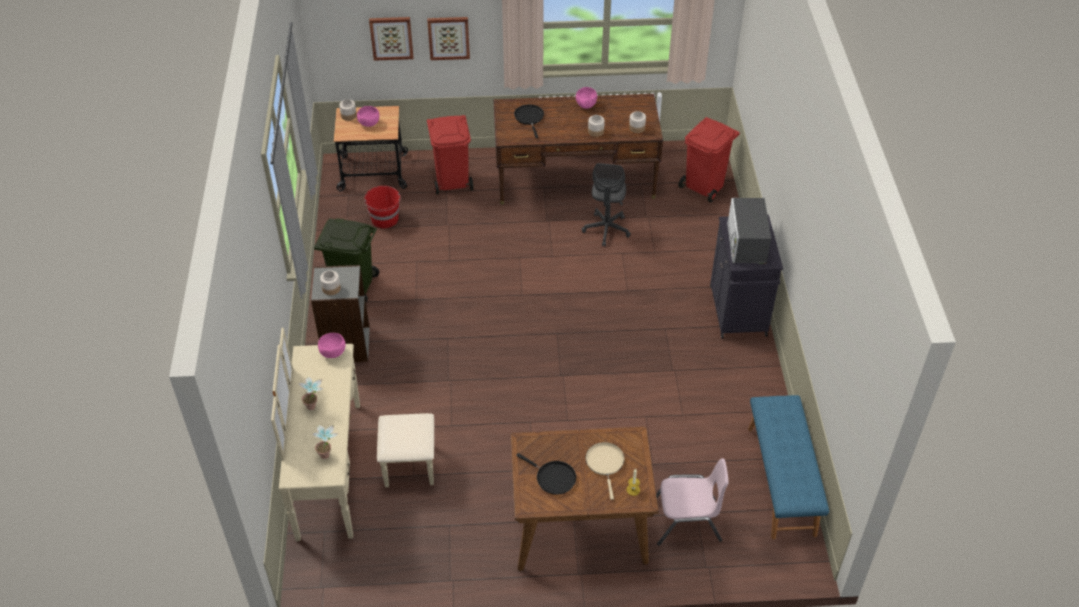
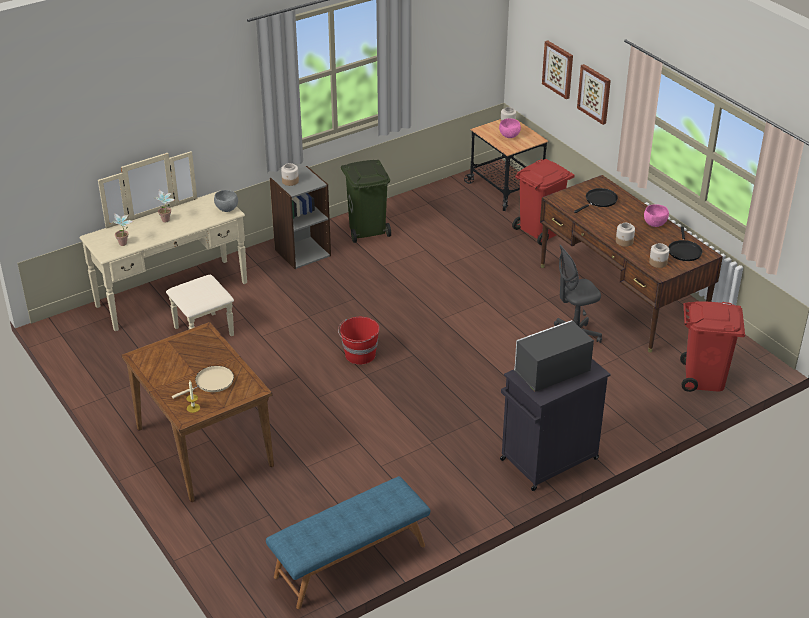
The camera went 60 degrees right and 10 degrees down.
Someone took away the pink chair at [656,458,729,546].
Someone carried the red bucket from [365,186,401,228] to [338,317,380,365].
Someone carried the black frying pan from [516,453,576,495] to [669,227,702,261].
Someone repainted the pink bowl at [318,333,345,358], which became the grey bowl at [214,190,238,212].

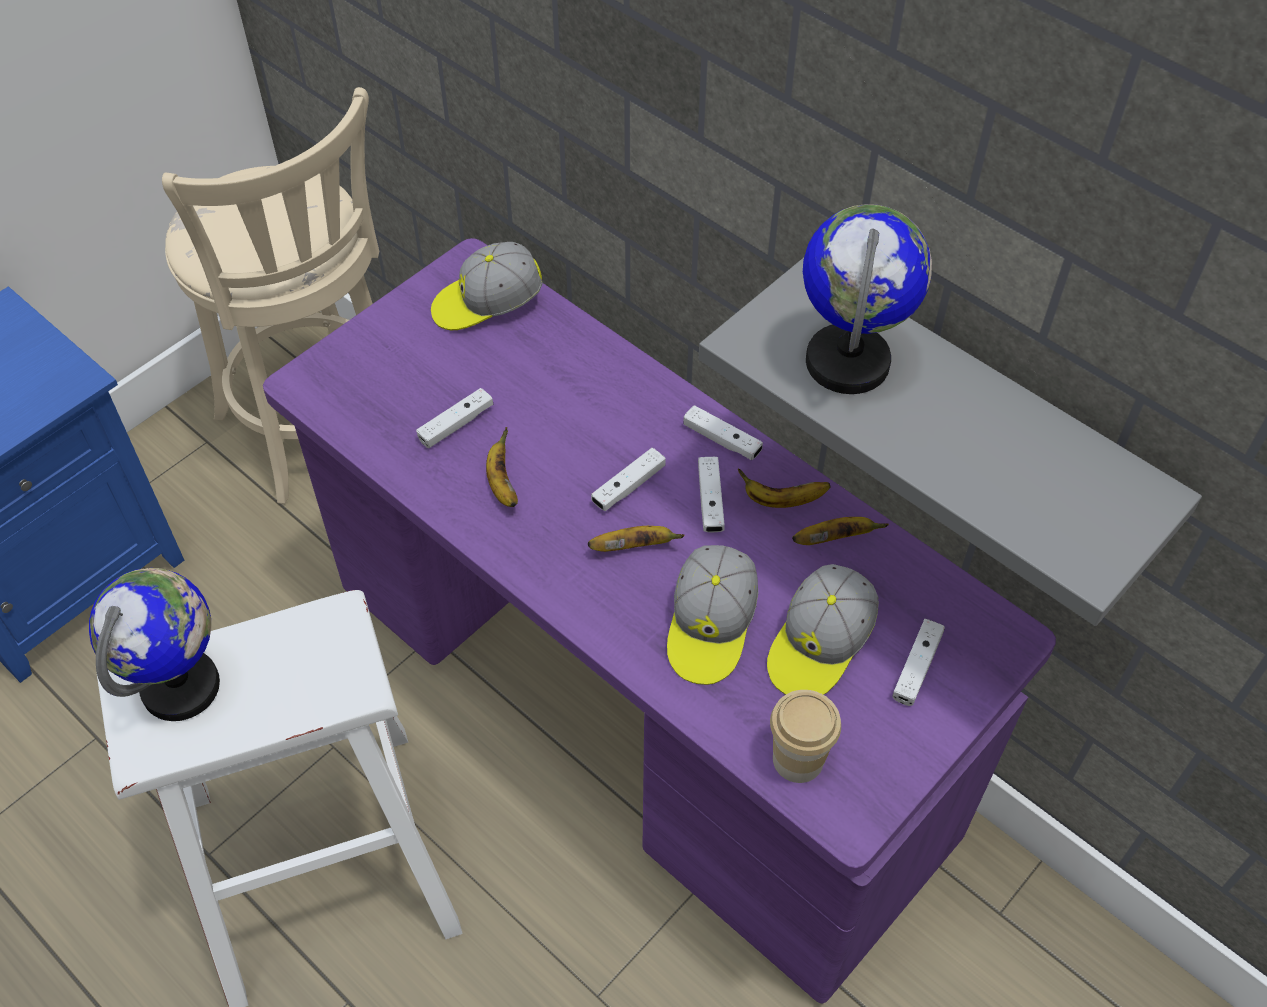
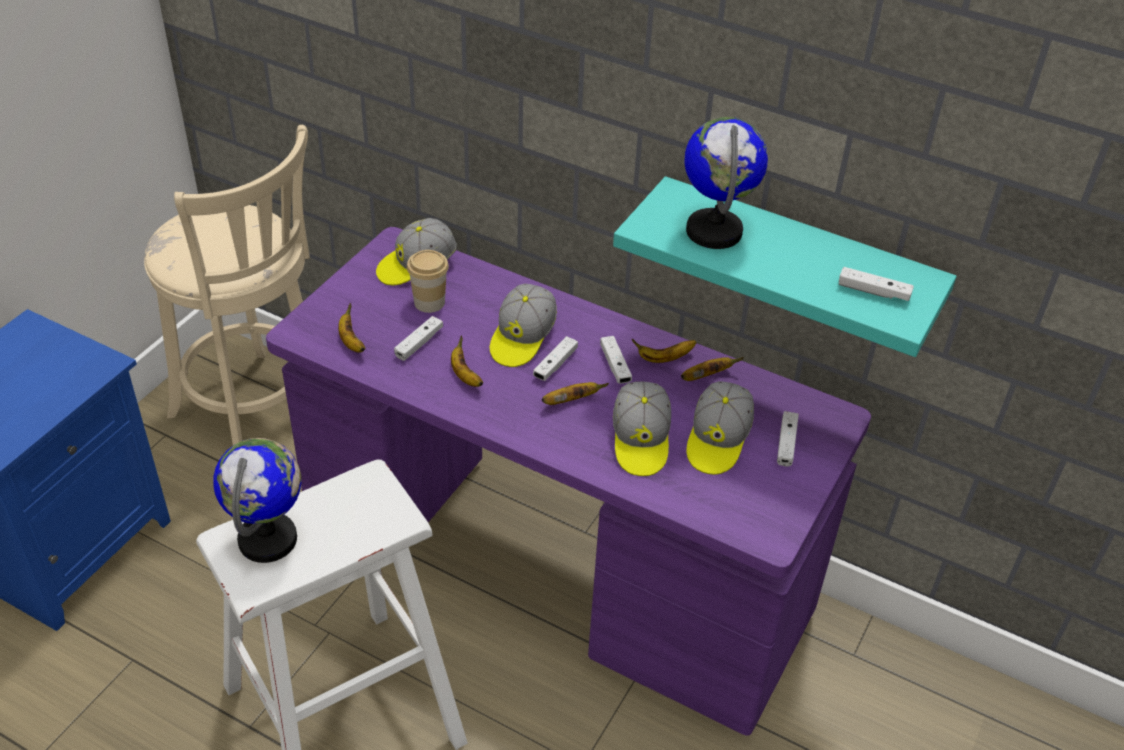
The camera went 15 degrees left and 10 degrees down.
Someone put down the banana at [338,303,365,353].
Someone put down the cap at [490,284,557,367].
Someone carried the white game controller from [683,405,763,460] to [839,267,914,301].
Someone carried the cup from [770,690,841,783] to [407,250,449,313].
Someone repainted the grey shelf at [699,258,1202,626], which became the turquoise shelf at [613,176,957,357].

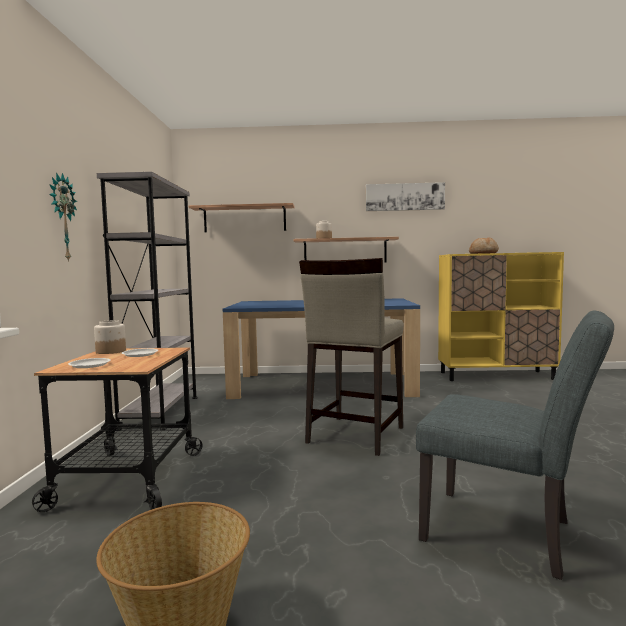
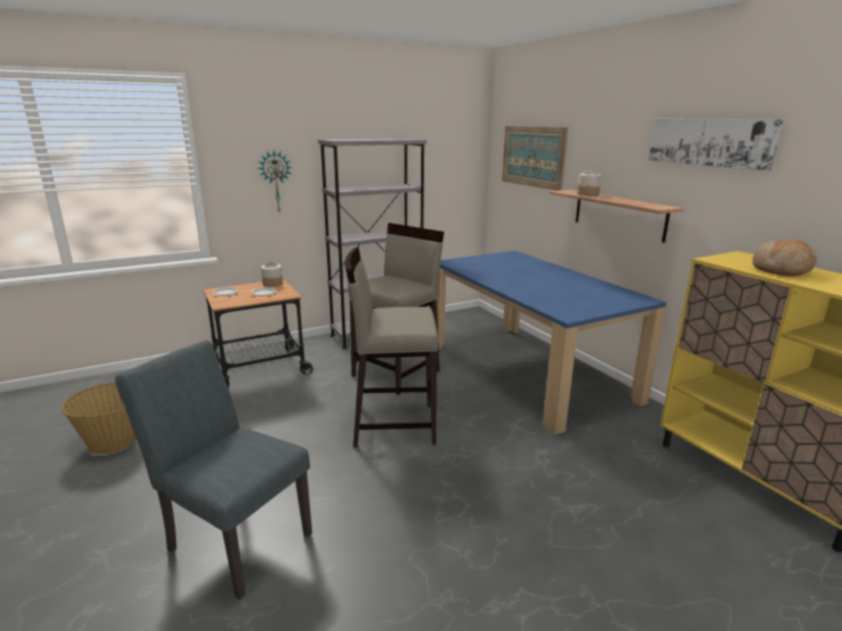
The camera went 60 degrees right and 15 degrees up.
Someone put down the beige stool at [348,223,444,395].
Someone swapped the shelf at [188,203,295,232] for the picture at [502,126,568,191].
Someone rotated the grey chair at [416,311,614,580] by 120 degrees clockwise.

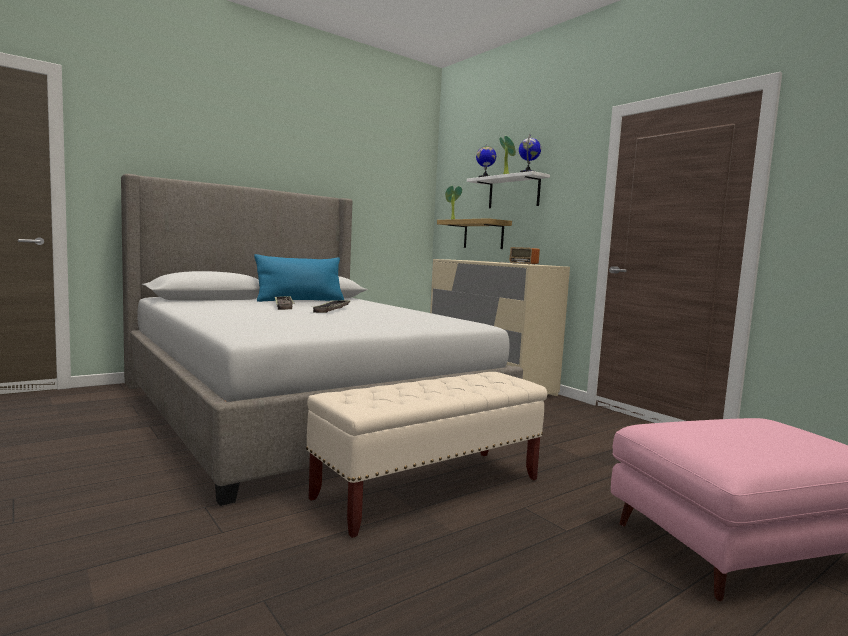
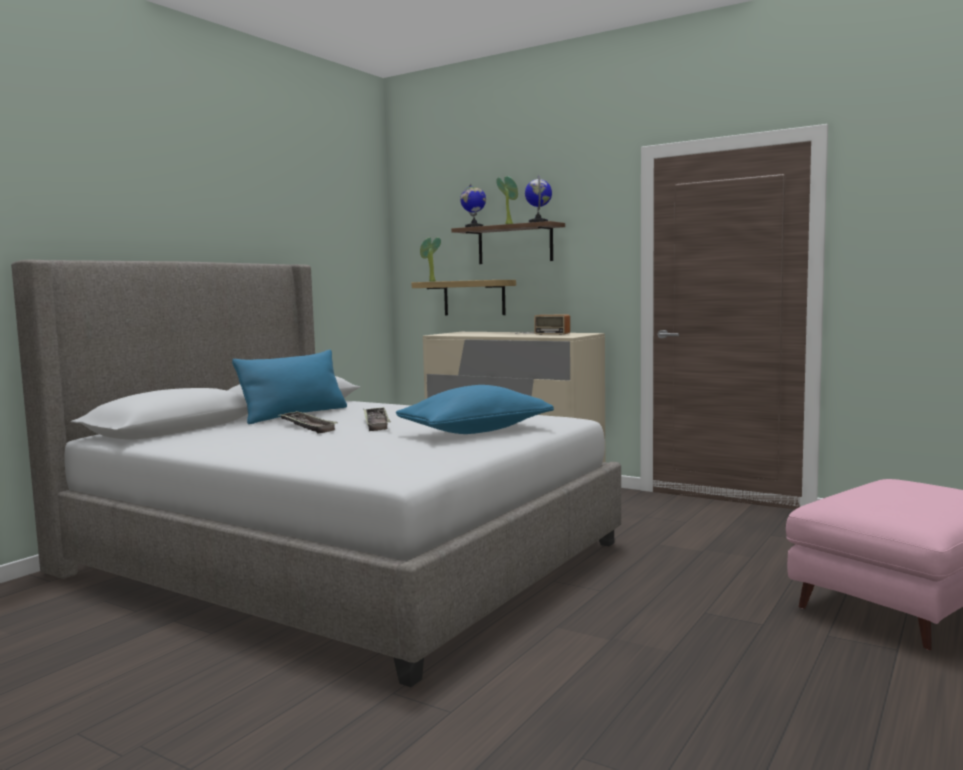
The camera went 20 degrees left and 0 degrees up.
Someone took away the beige bench at [306,372,547,538].
Someone put down the blue pillow at [396,385,554,434].
Someone repainted the white shelf at [467,171,550,208], which became the brown shelf at [451,221,565,264].

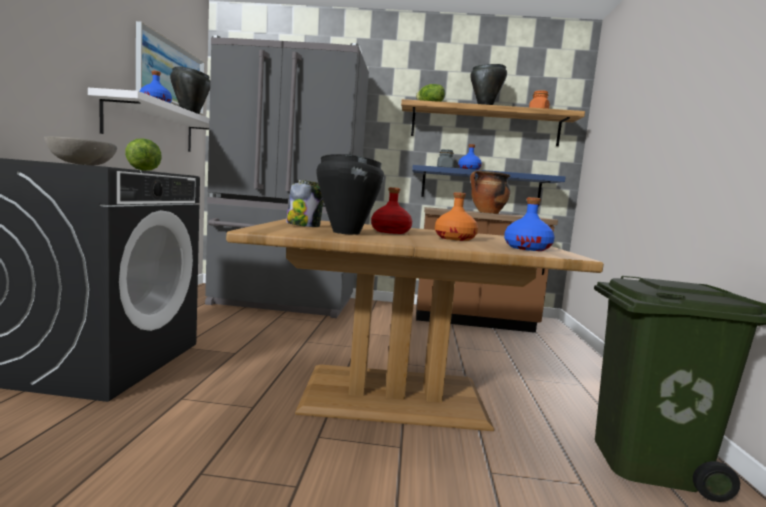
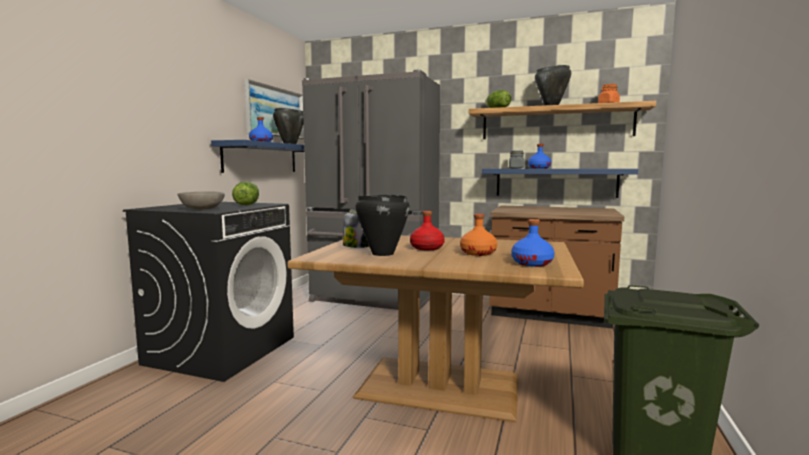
The camera went 15 degrees right and 0 degrees up.
Someone took away the cooking pot at [470,171,510,214].
Someone repainted the white shelf at [88,88,209,152], which became the blue shelf at [211,140,304,173].

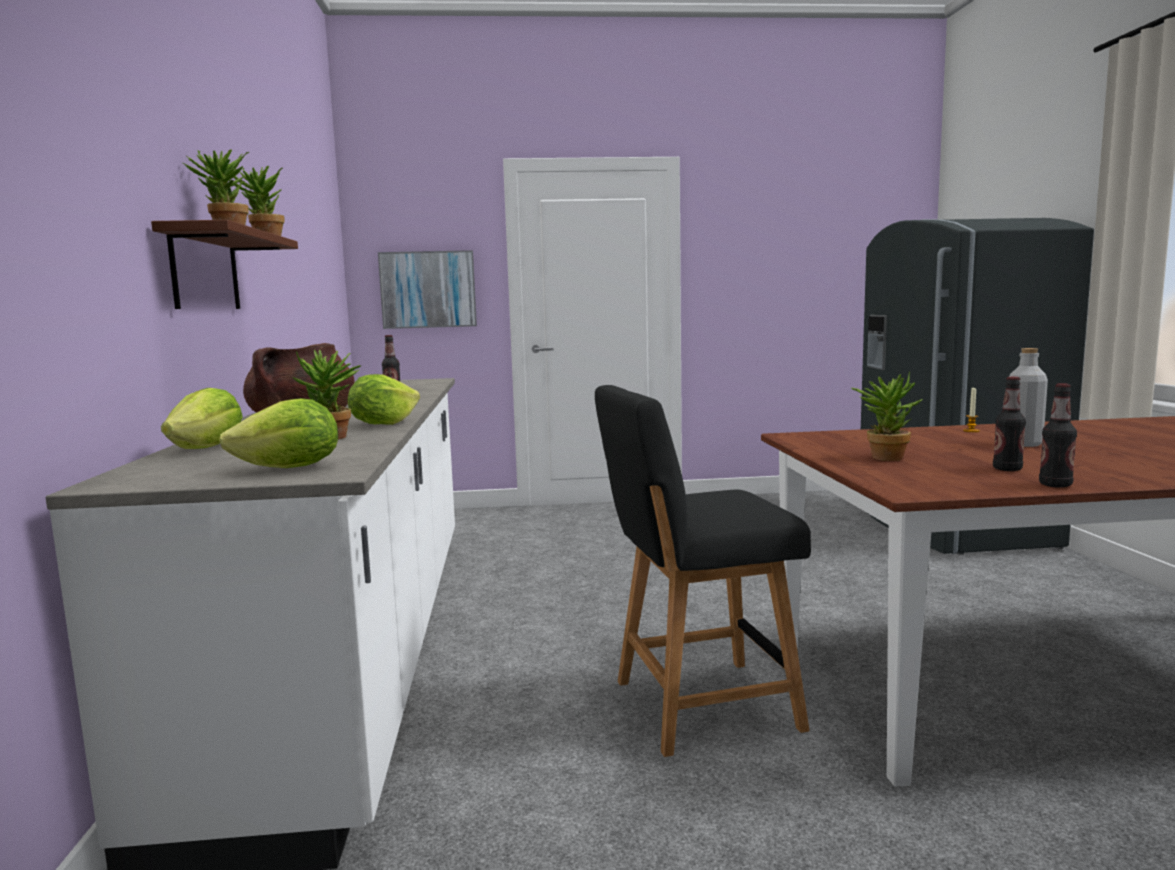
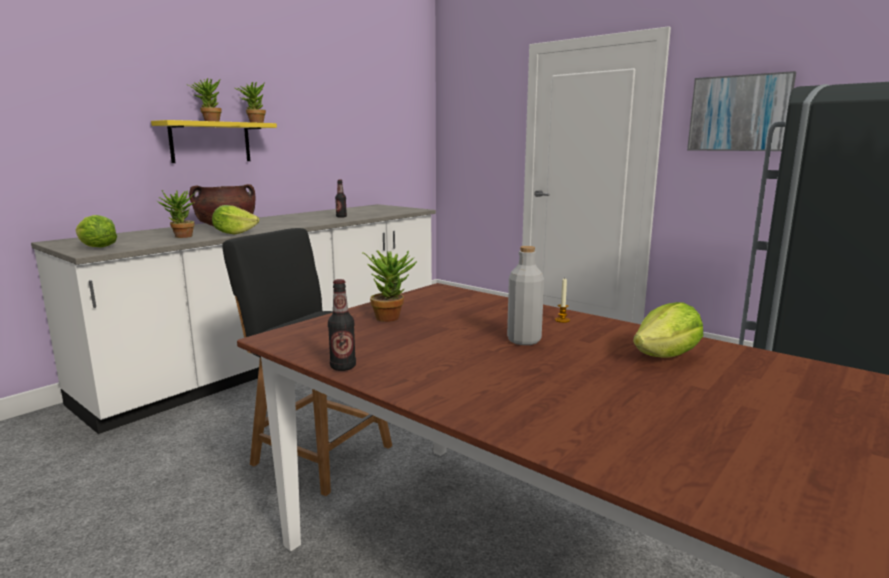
The camera went 45 degrees right and 5 degrees up.
Someone took away the bottle at [993,377,1026,471].
Someone carried the lettuce from [161,388,243,449] to [633,302,703,357].
Someone carried the picture from [378,250,477,329] to [687,71,796,151].
Someone repainted the brown shelf at [151,220,298,309], which became the yellow shelf at [151,120,277,163].

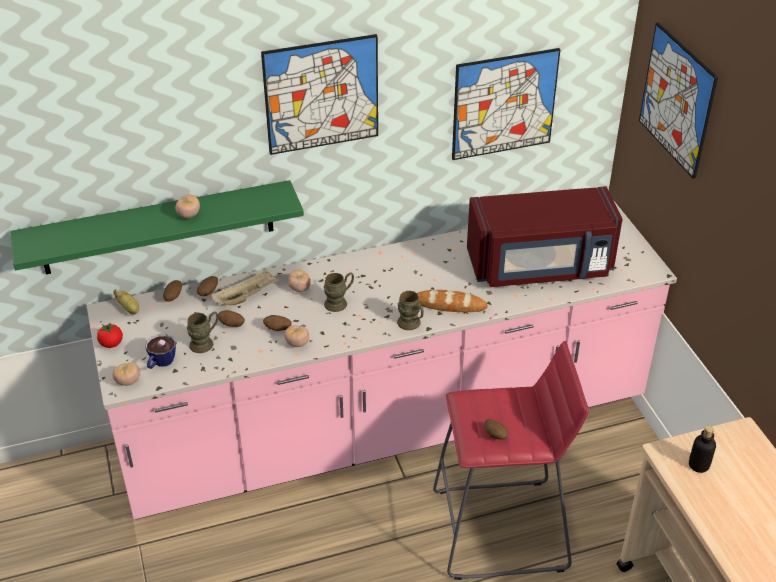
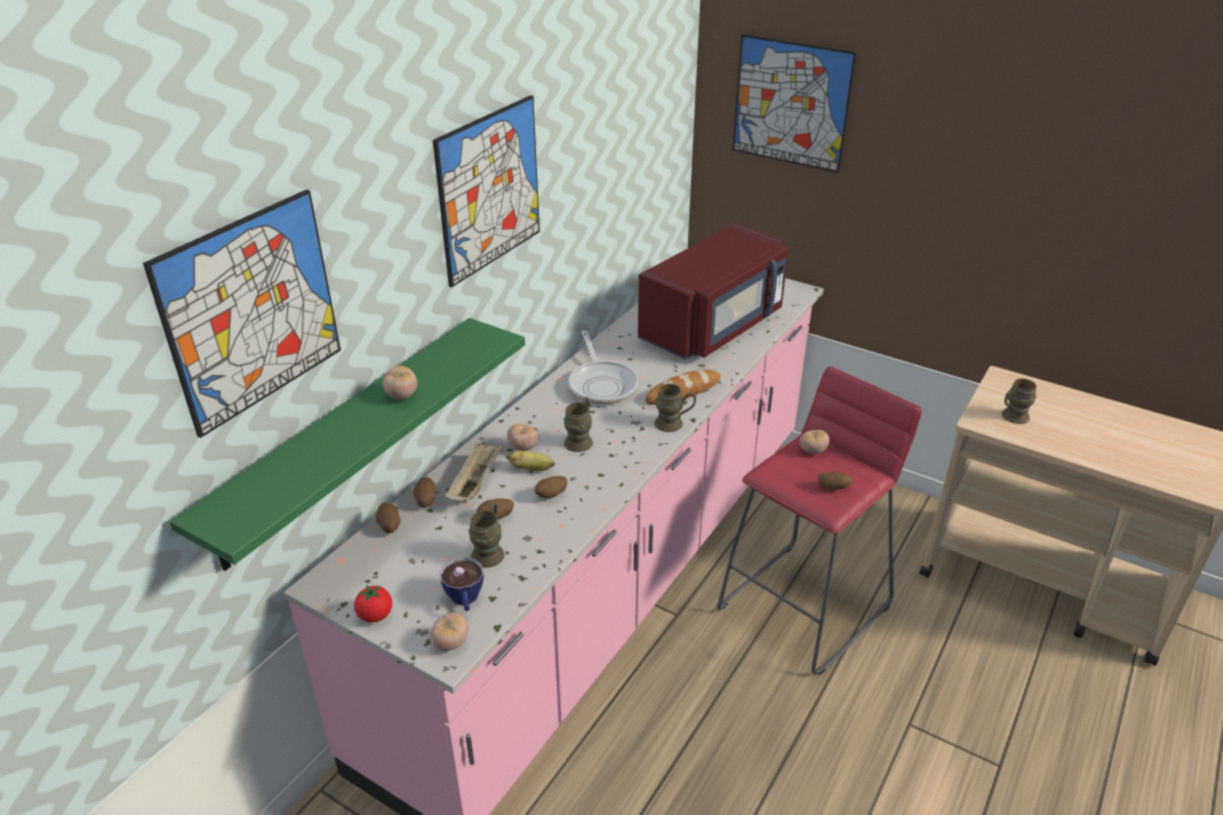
The camera went 40 degrees left and 5 degrees down.
Someone put down the frying pan at [568,330,638,404].
Someone carried the banana from [114,289,140,315] to [506,451,555,471].
Someone carried the tomato from [284,325,309,347] to [800,430,830,454].
Someone carried the picture from [452,48,561,160] to [143,189,341,438].
Someone swapped the bottle at [689,426,716,473] for the brown mug at [1002,378,1037,424].

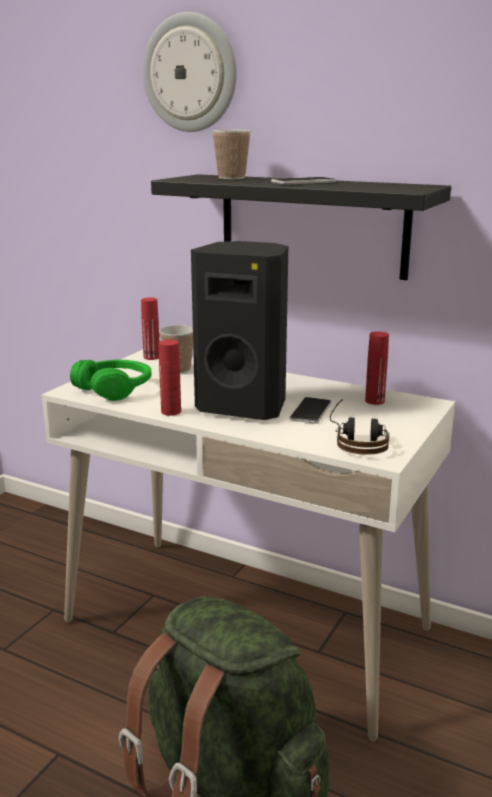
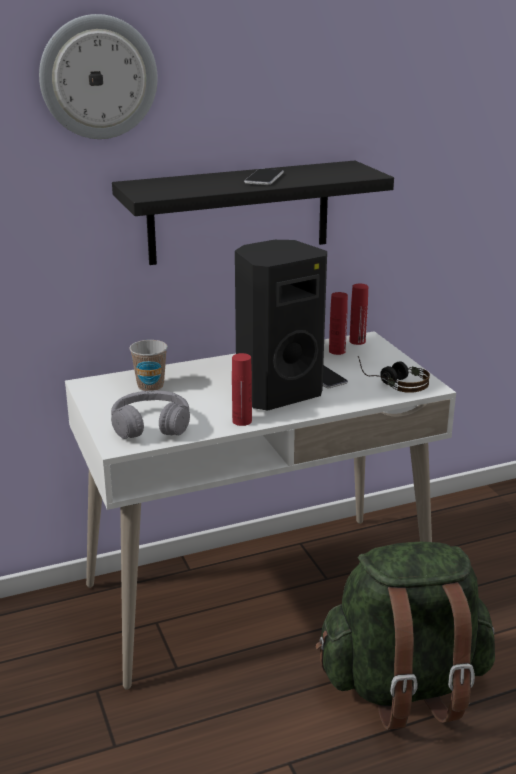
The camera went 50 degrees left and 5 degrees up.
Someone took away the cup at [212,130,251,179].
Someone carried the red bottle from [141,298,159,360] to [349,284,368,345].
Someone repainted the green headphones at [70,360,151,401], which became the grey headphones at [111,390,190,439].

